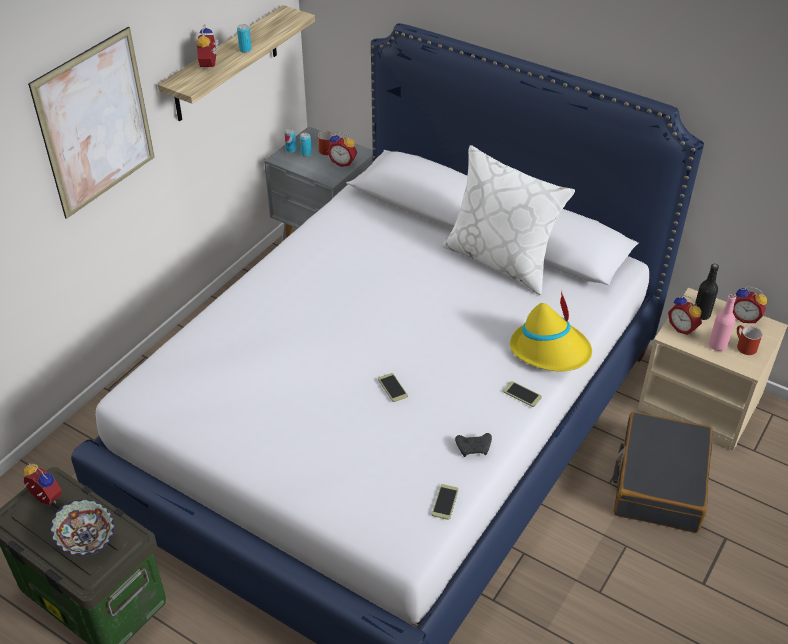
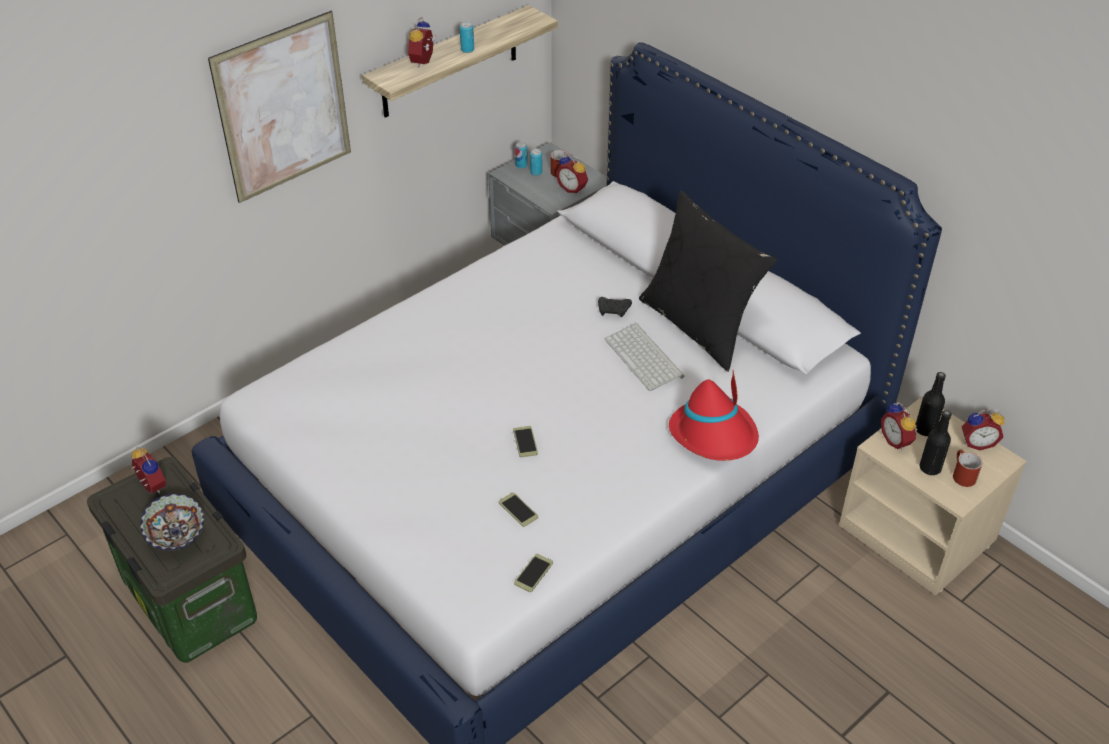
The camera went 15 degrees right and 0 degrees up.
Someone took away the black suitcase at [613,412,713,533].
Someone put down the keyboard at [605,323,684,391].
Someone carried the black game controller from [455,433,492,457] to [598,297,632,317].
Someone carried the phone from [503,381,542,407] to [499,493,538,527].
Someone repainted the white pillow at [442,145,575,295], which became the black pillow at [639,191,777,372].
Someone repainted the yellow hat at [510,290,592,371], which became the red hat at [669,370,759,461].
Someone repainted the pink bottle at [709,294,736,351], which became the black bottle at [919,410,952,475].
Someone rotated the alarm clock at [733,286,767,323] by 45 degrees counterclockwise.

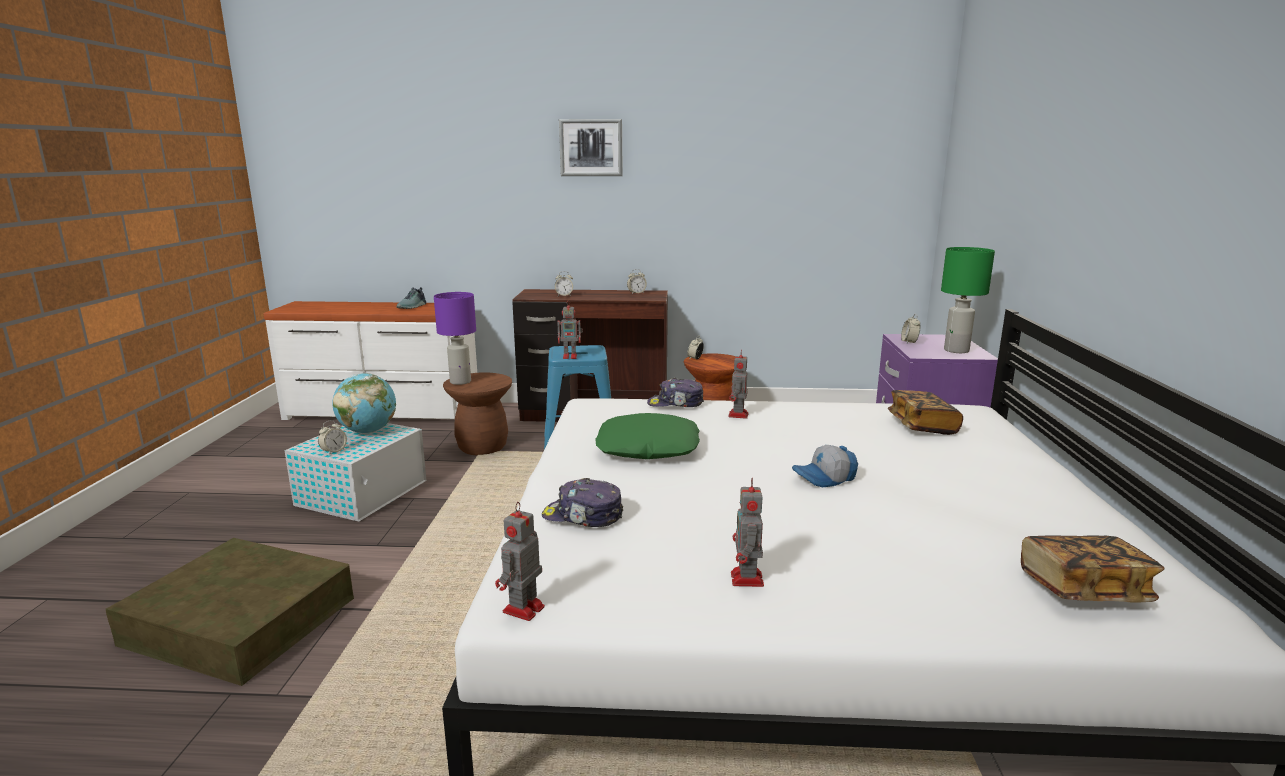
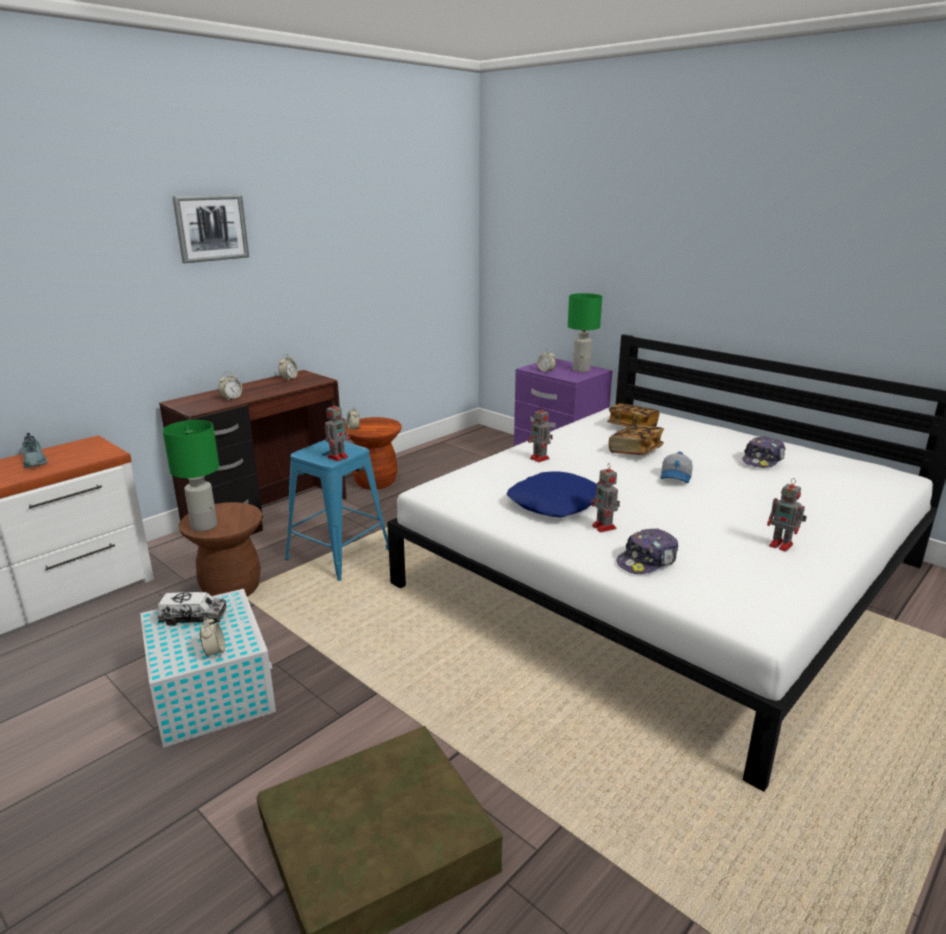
The camera went 50 degrees left and 5 degrees up.
Someone carried the toy robot from [495,502,545,621] to [591,463,620,532].
Someone carried the cap from [647,378,704,407] to [742,436,786,468].
Someone carried the book from [1021,535,1165,603] to [609,424,664,455].
Someone swapped the globe at [332,373,396,433] for the toy truck at [157,592,227,626].
Someone repainted the purple table lamp at [434,292,476,385], which became the green table lamp at [163,420,219,531].
Someone repainted the green pillow at [595,413,700,459], which became the blue pillow at [507,472,597,517].

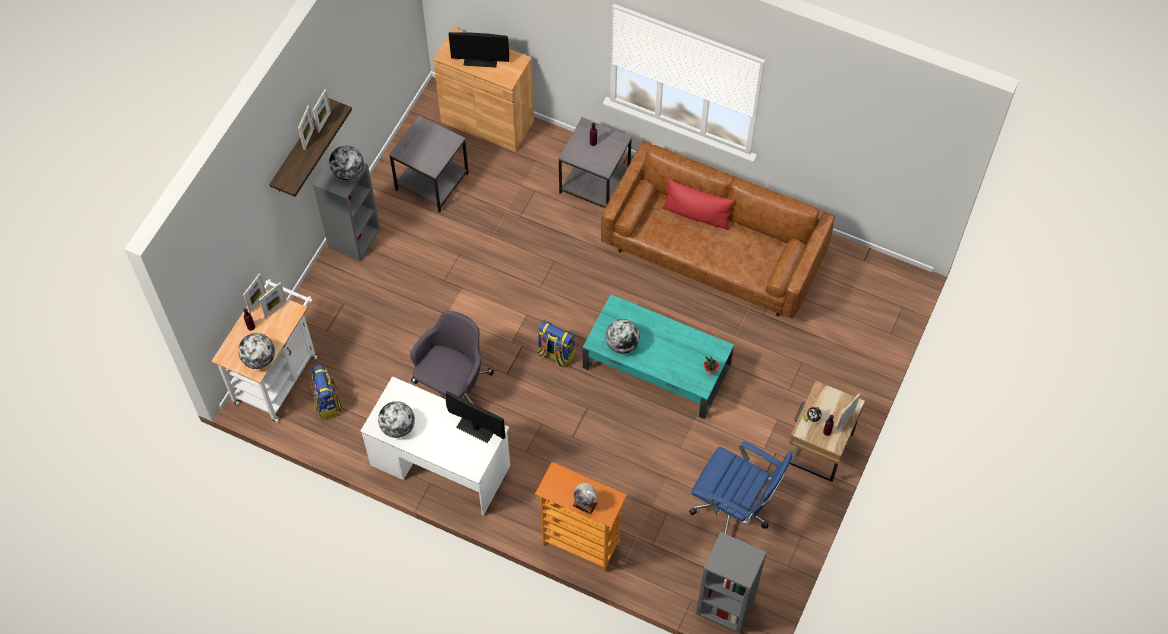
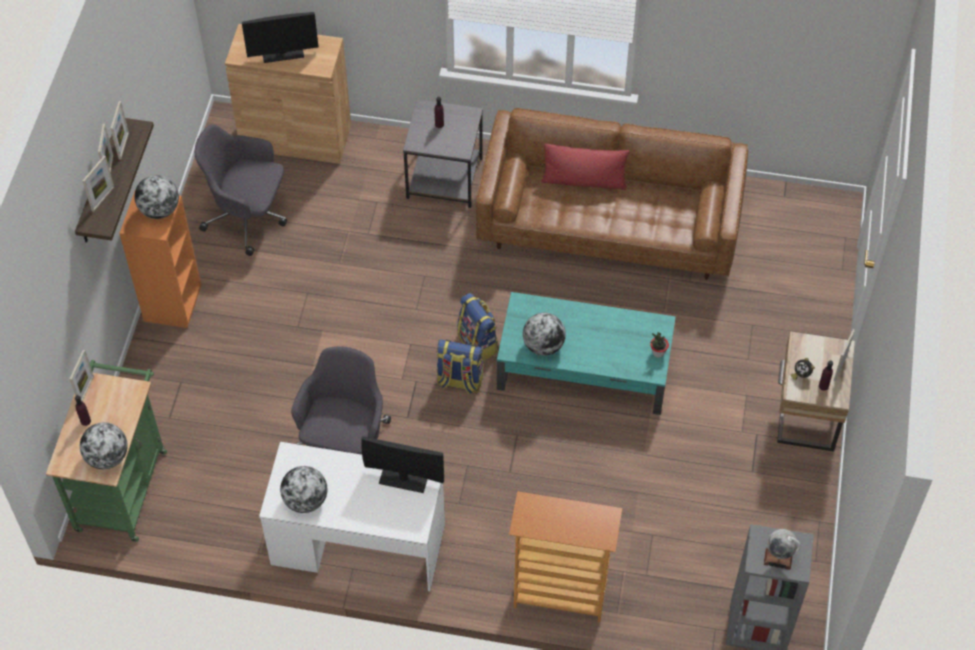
The camera went 15 degrees left and 5 degrees down.
Someone took away the blue office chair at [689,441,792,534].
Someone carried the picture frame from [259,282,286,319] to [83,156,114,212].
Someone carried the backpack from [311,365,342,420] to [457,293,499,361].
Someone carried the globe from [572,483,597,515] to [763,529,800,570].
Someone swapped the grey side table at [389,115,469,212] for the grey office chair at [195,124,287,256].
Someone repainted the white cart at [212,279,317,423], which became the green cart at [46,360,167,542].
Someone repainted the grey bookcase at [313,160,380,261], which became the orange bookcase at [119,189,201,328].

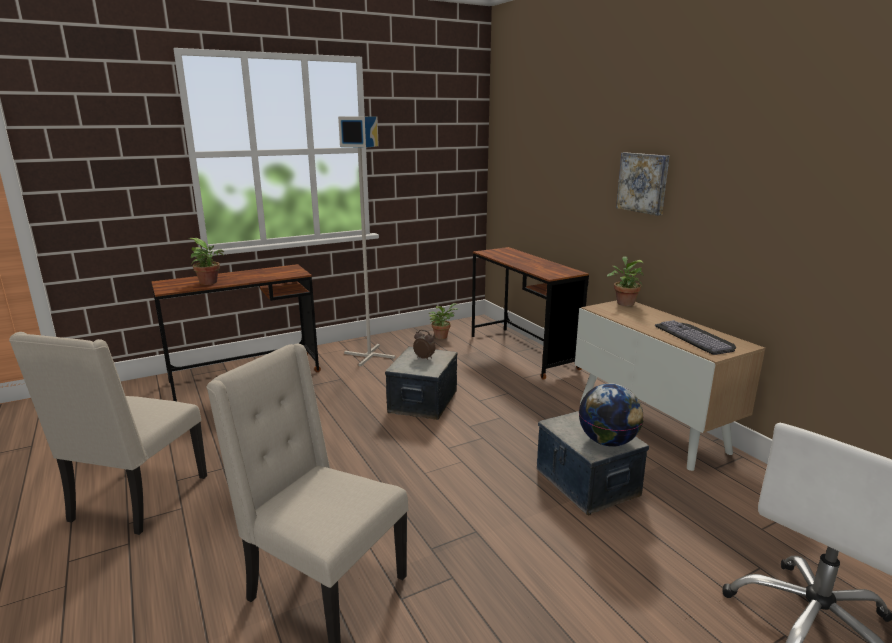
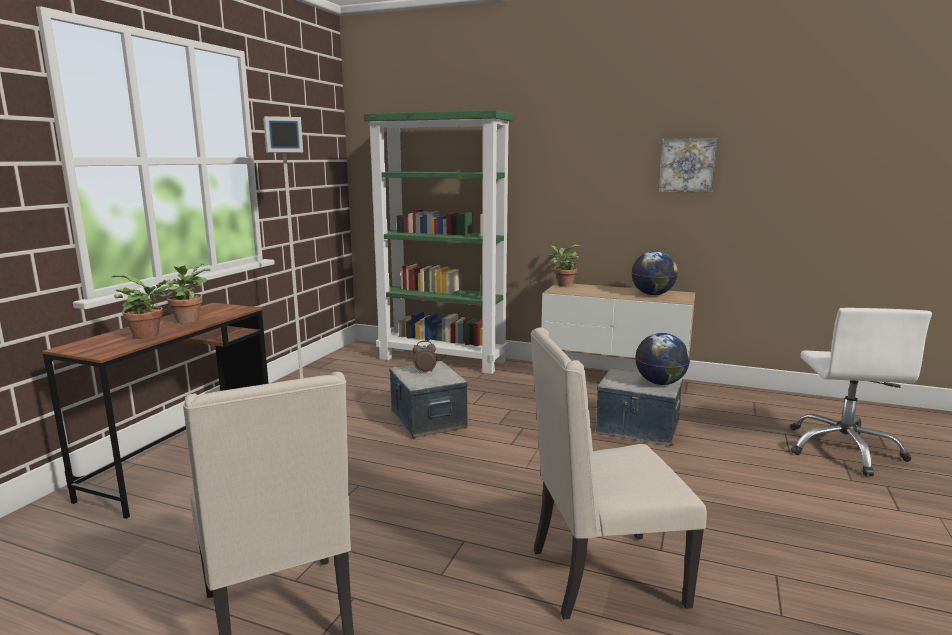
The camera went 40 degrees left and 5 degrees down.
Someone carried the potted plant from [429,303,458,339] to [156,263,210,323].
Someone carried the picture from [616,152,669,216] to [658,138,717,193].
Someone swapped the brown desk at [472,247,589,380] for the green bookcase at [364,110,514,374].
Someone swapped the keyboard at [655,320,736,355] for the globe at [632,251,678,295].

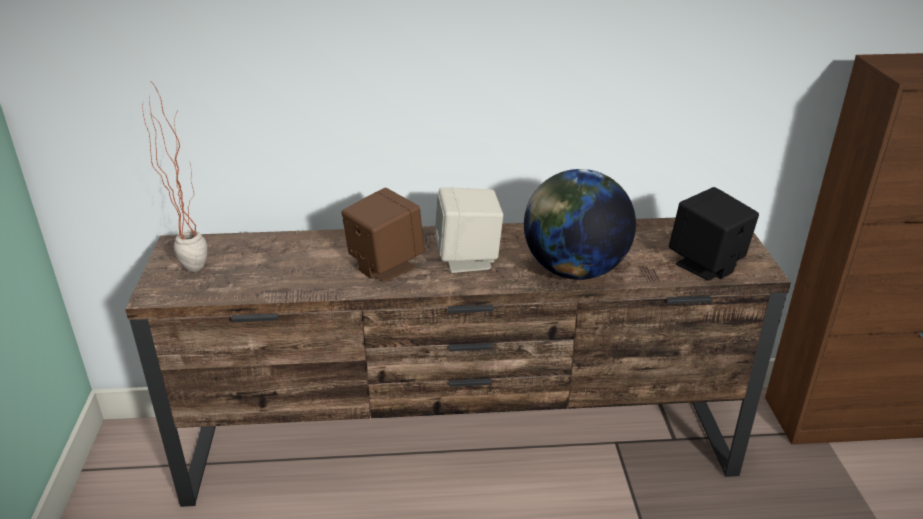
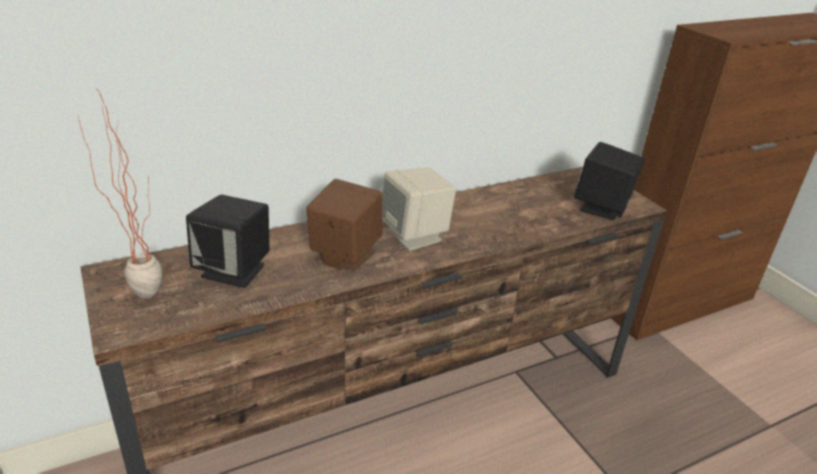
The camera went 25 degrees left and 0 degrees up.
Someone took away the globe at [524,169,636,280].
Someone put down the black speaker at [186,194,270,288].

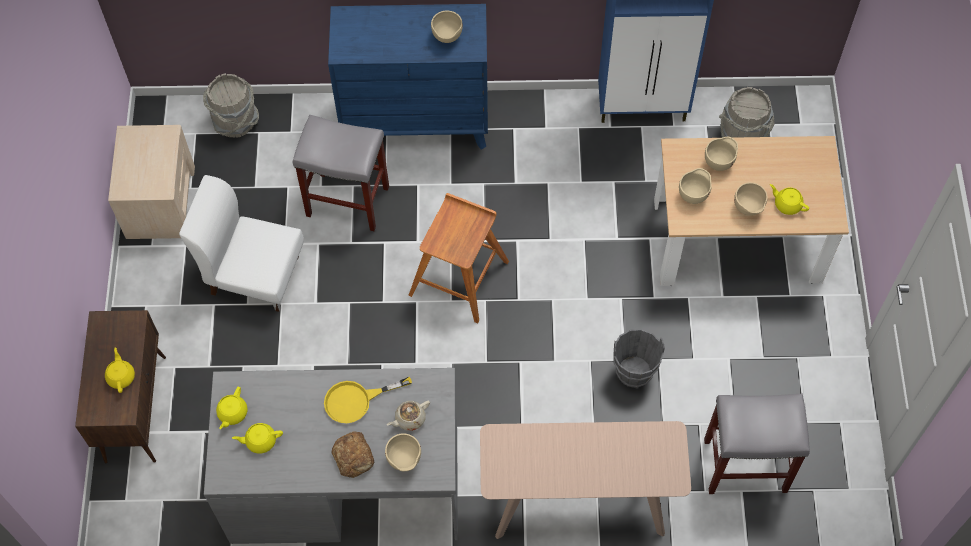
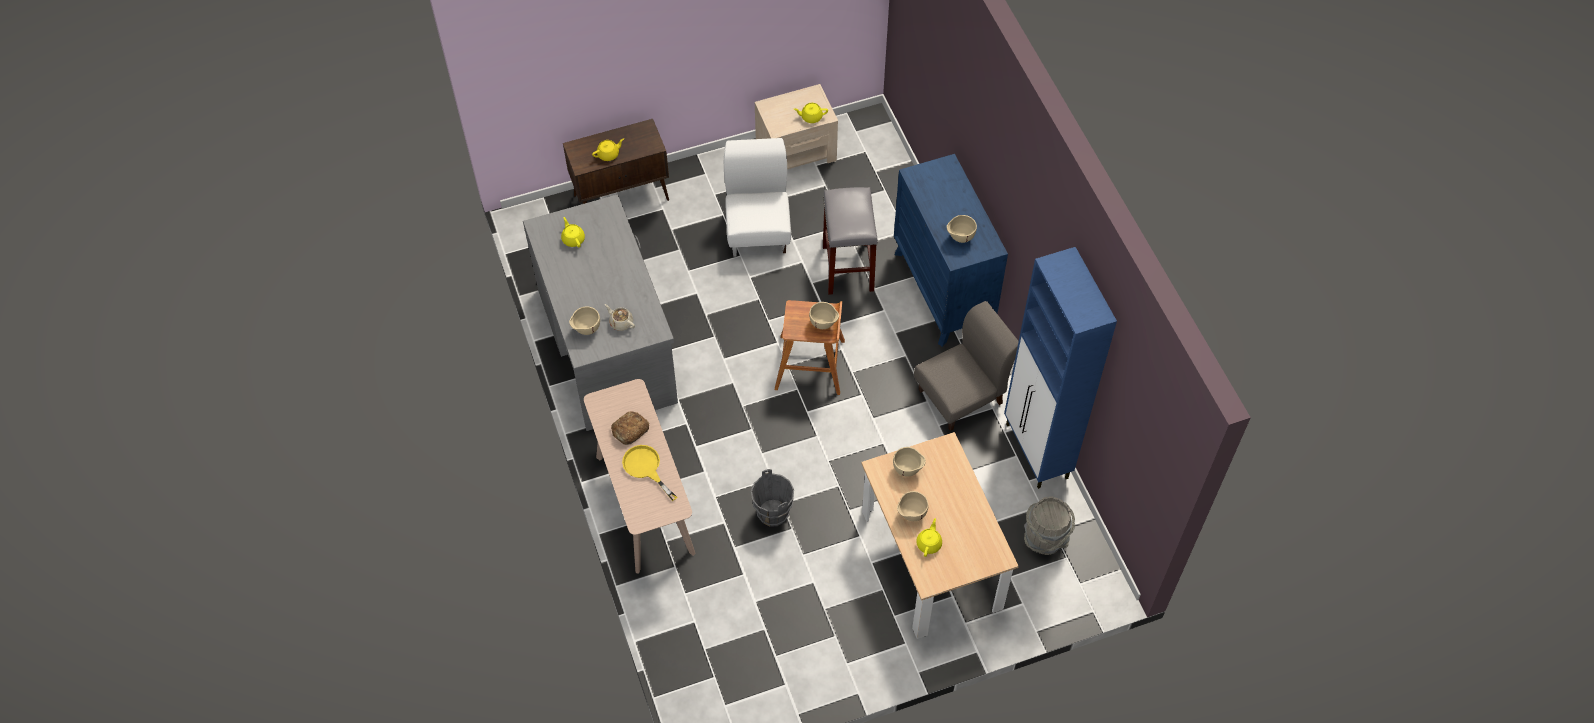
The camera went 70 degrees right and 5 degrees down.
Someone took away the grey bucket at [203,73,259,138].
Someone took away the grey stool at [704,394,810,494].
Someone put down the grey chair at [914,301,1019,431].
Someone carried the yellow teapot from [216,387,247,429] to [794,103,828,123].
Someone carried the yellow frying pan from [324,377,412,423] to [622,445,677,501].
Someone carried the bread from [331,431,374,478] to [611,411,649,445].
Someone carried the beige bowl from [705,137,738,171] to [809,302,839,329].

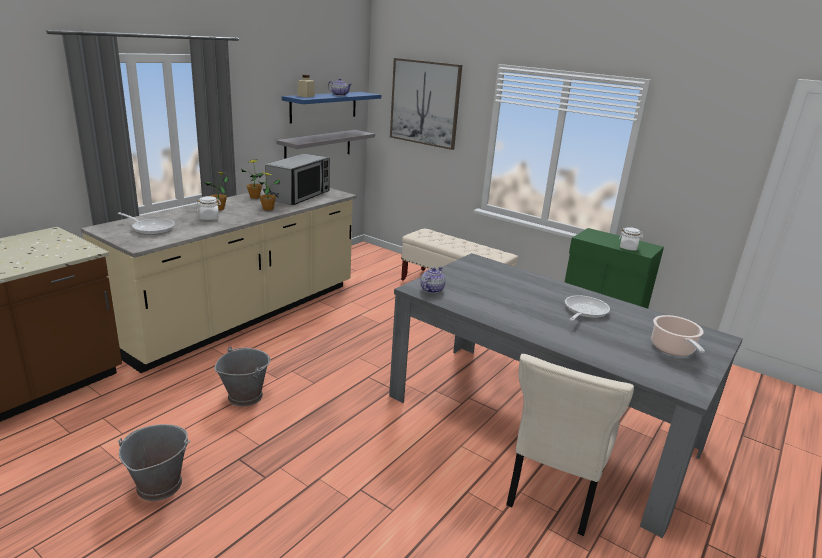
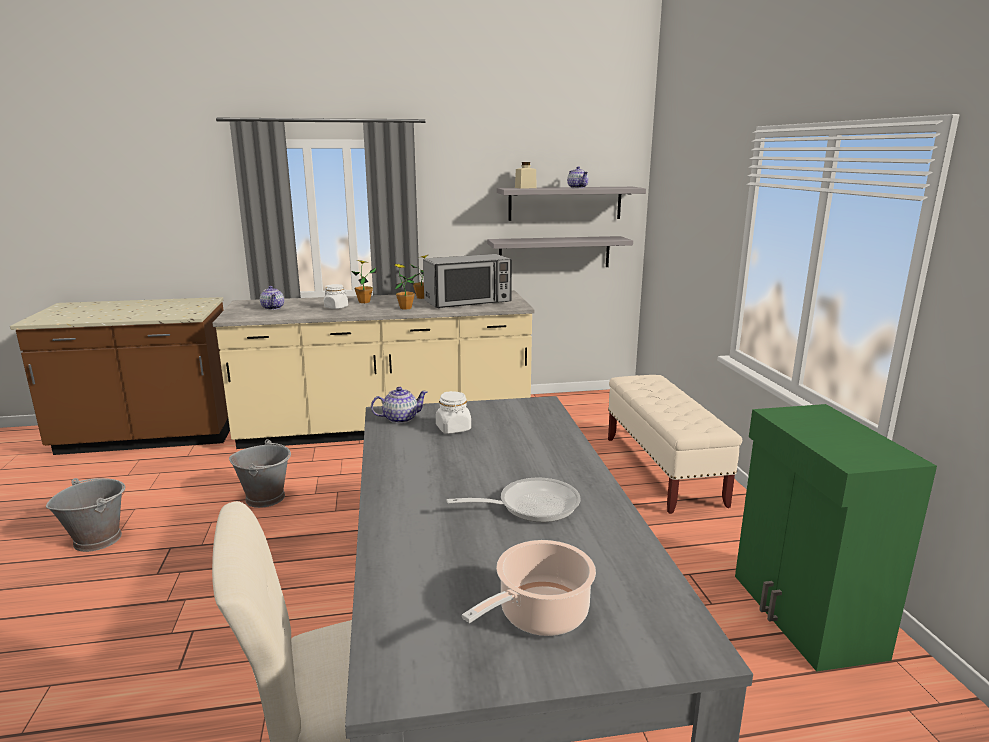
The camera went 45 degrees right and 5 degrees down.
Someone took away the picture at [390,58,462,150].
Someone carried the white jar from [619,227,643,251] to [436,391,471,434].
Someone swapped the frying pan at [118,212,175,235] for the teapot at [260,286,284,310].
Someone repainted the blue shelf at [282,92,381,123], which became the grey shelf at [497,187,646,221].

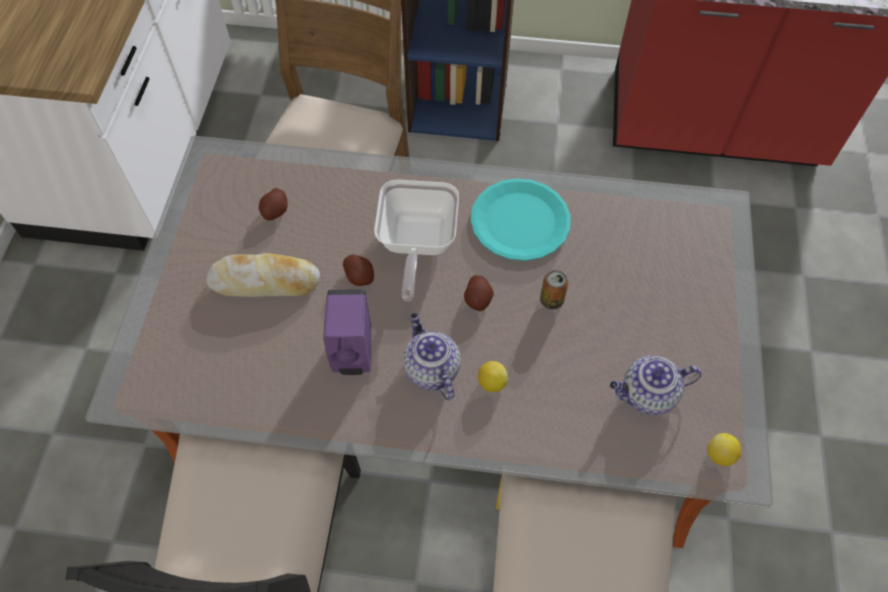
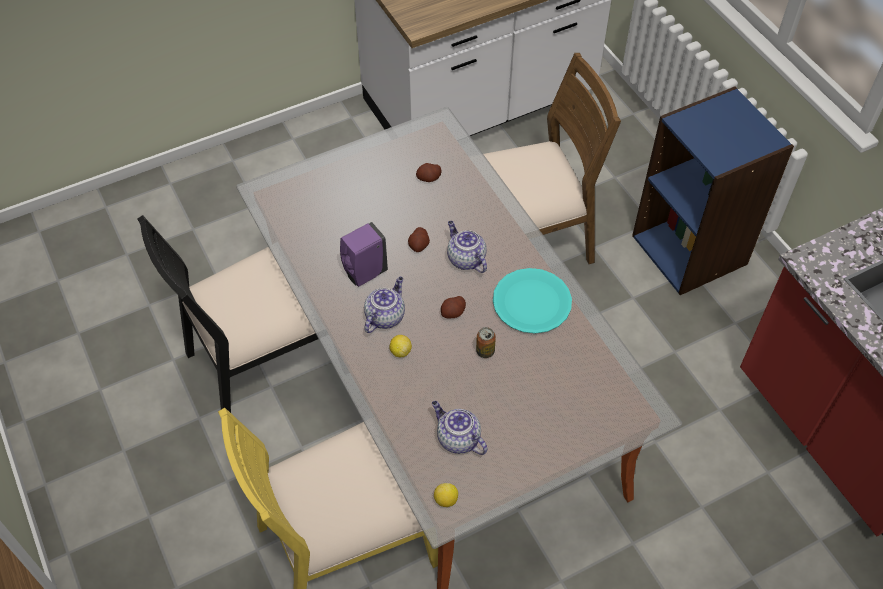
The camera went 55 degrees right and 5 degrees down.
Someone took away the bread at [206,253,320,297].
Someone swapped the frying pan at [374,180,459,301] for the teapot at [447,221,487,273].

